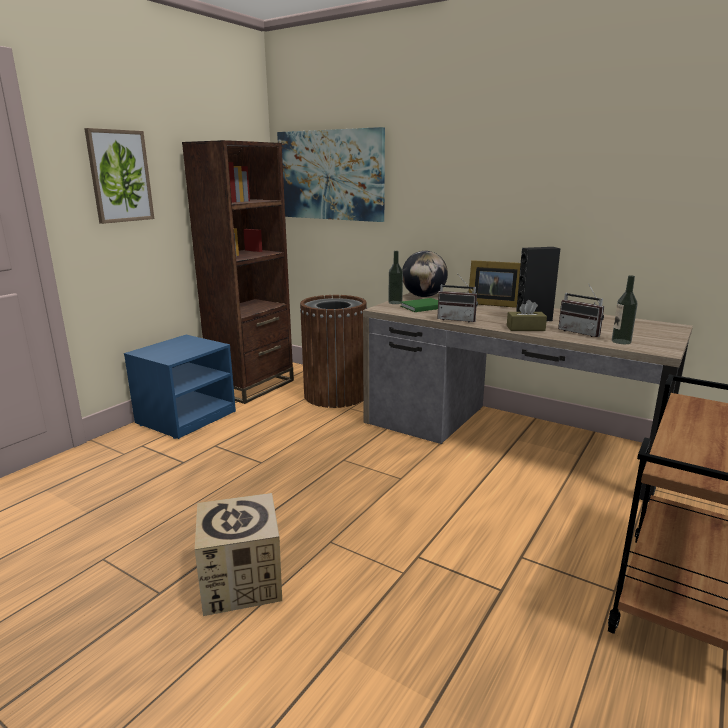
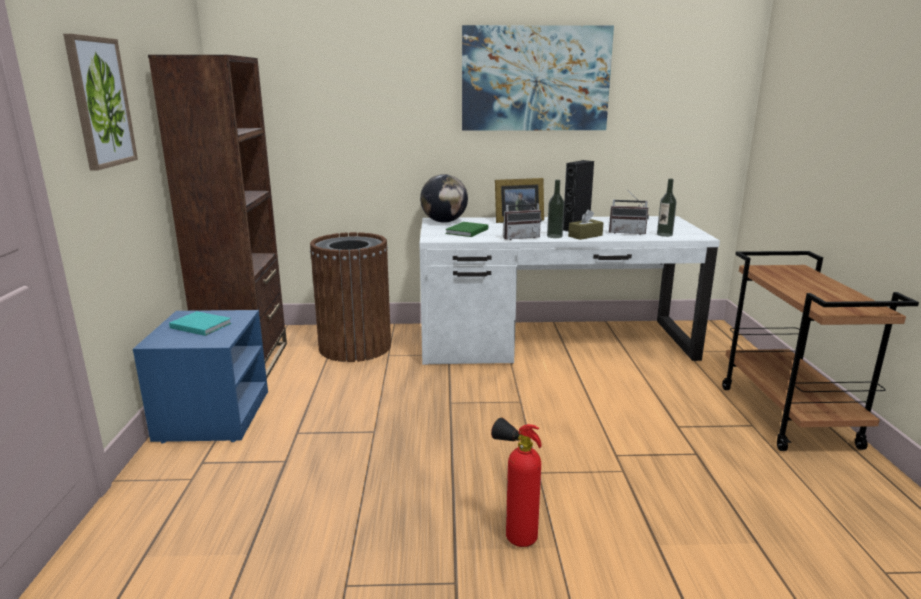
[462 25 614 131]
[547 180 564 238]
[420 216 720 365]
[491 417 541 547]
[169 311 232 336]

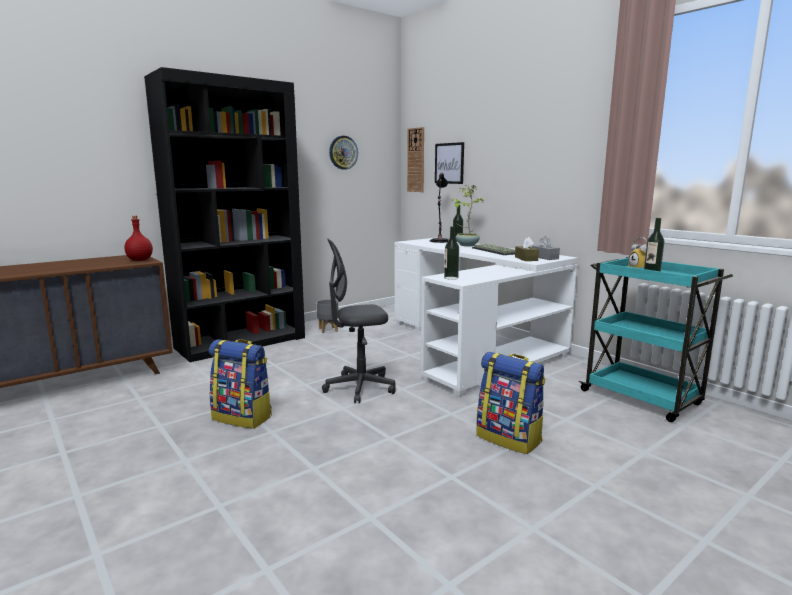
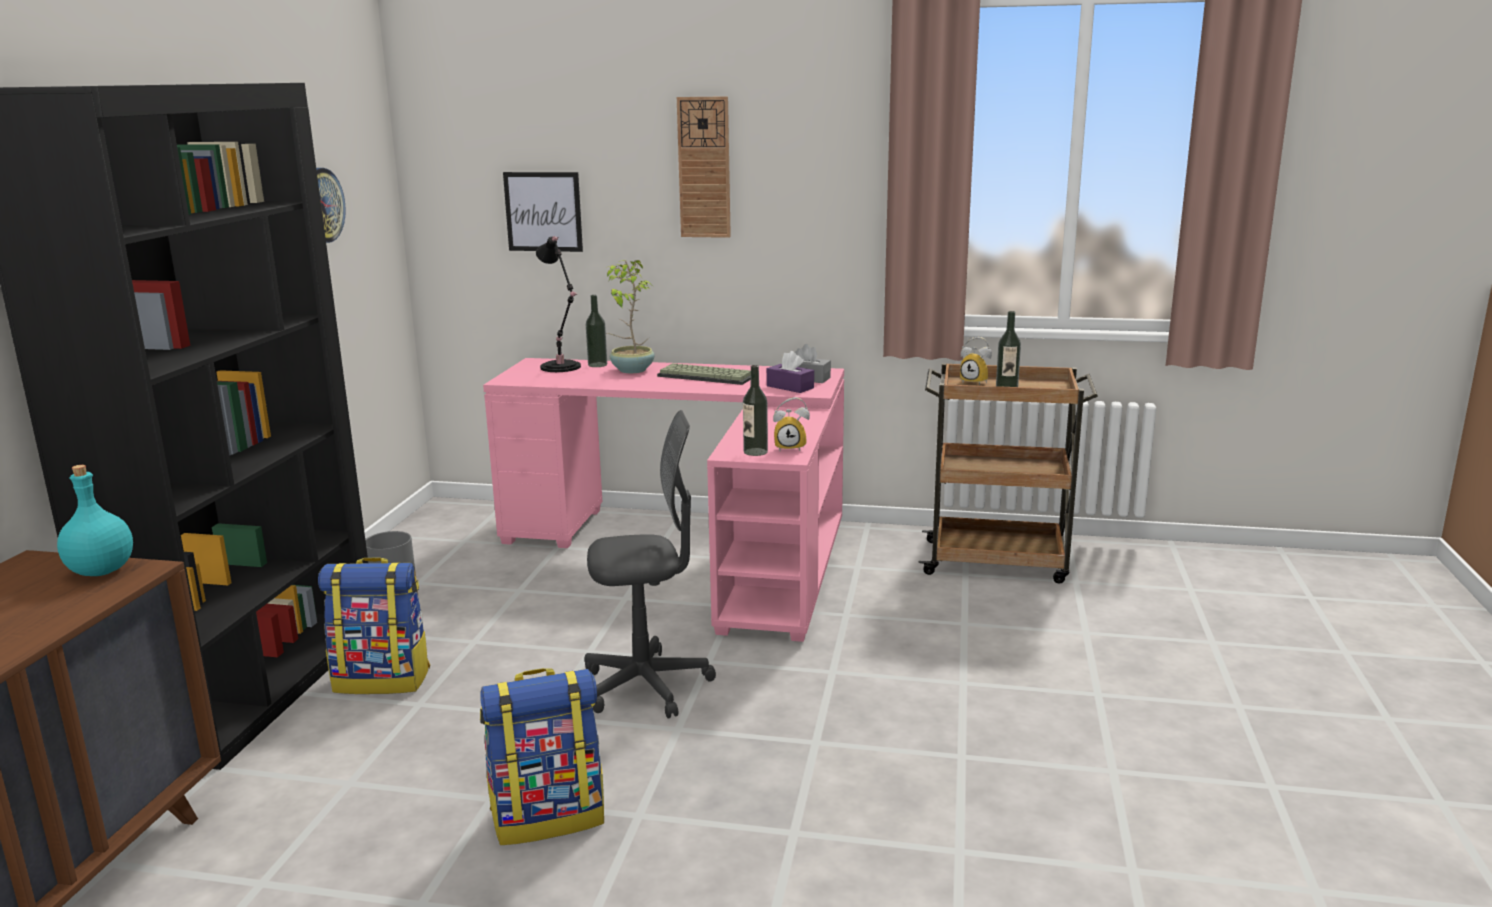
[677 96 731 238]
[57 465 133 576]
[767 351 814 393]
[584 410 716 719]
[483 358 844 642]
[918 363 1098 583]
[318 558 430 694]
[773 397 810 451]

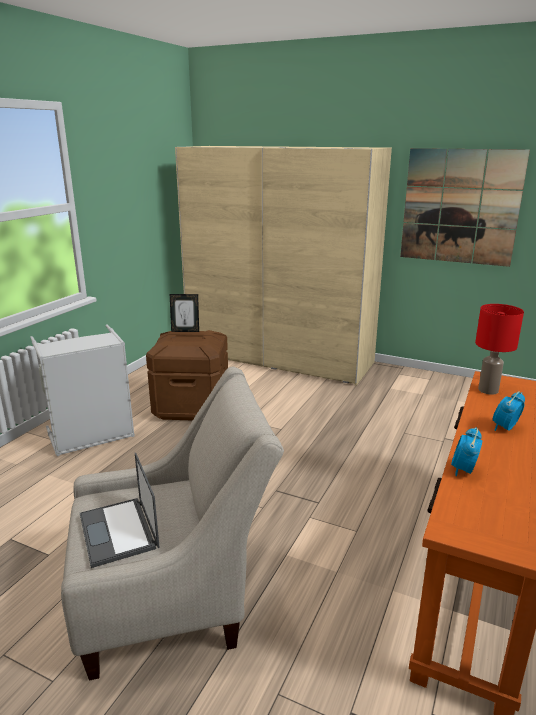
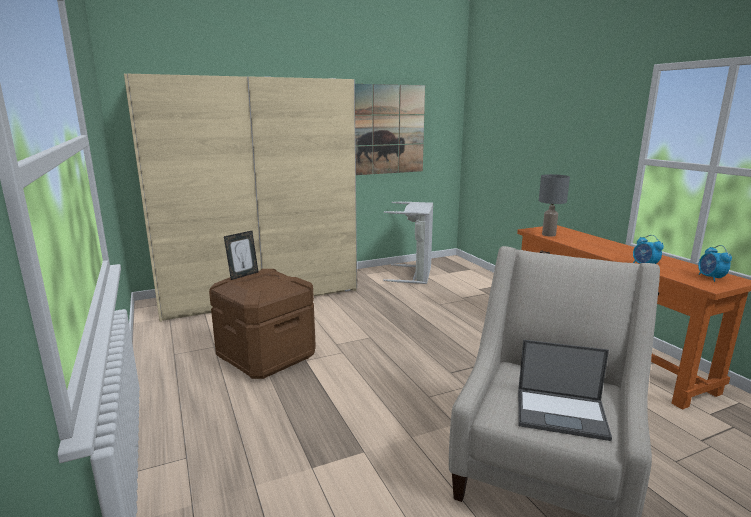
[539 174 570 236]
[383 201 433 284]
[698 245 732 282]

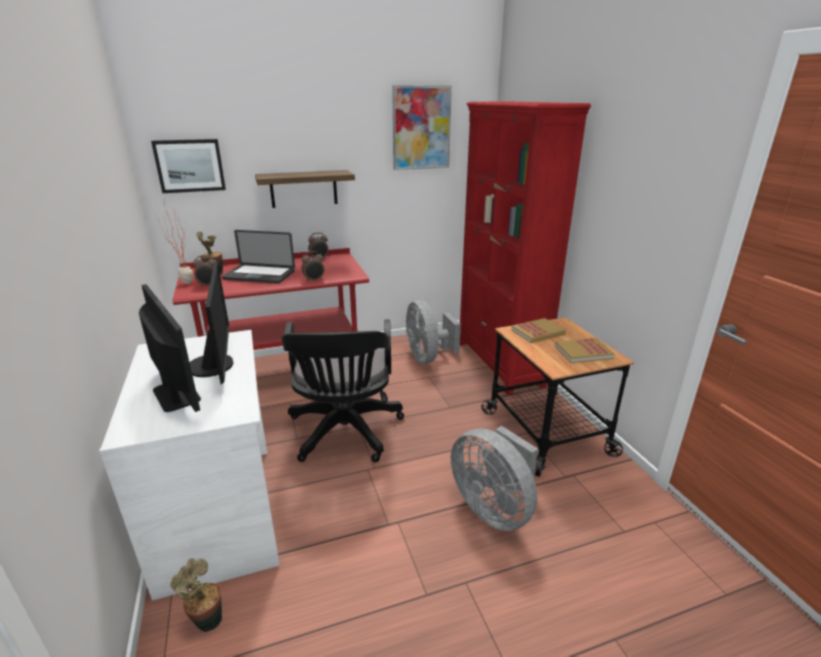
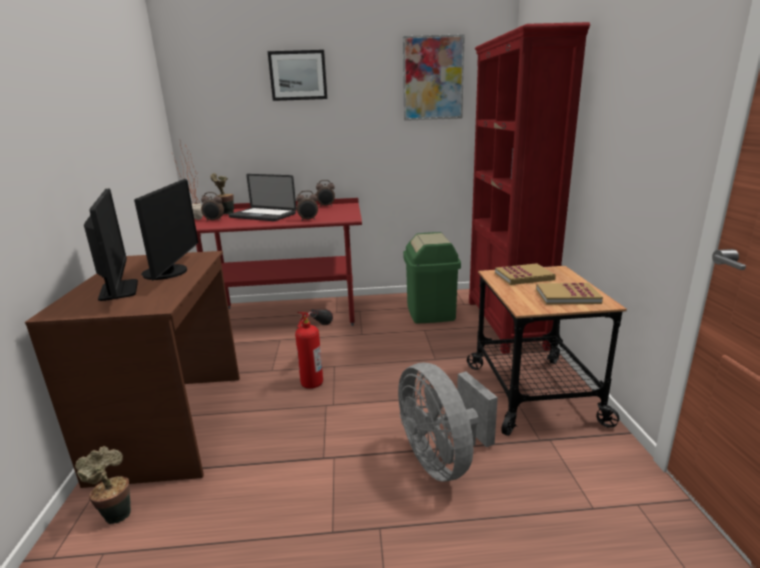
[268 50 327 101]
[255 170 355 208] (first image)
[403 232 461 323]
[295 309 333 389]
[25 251 240 488]

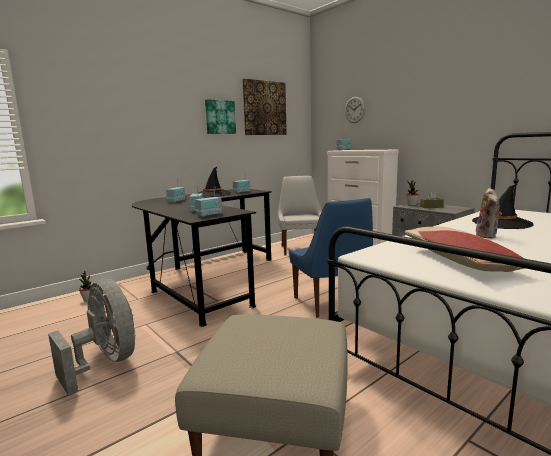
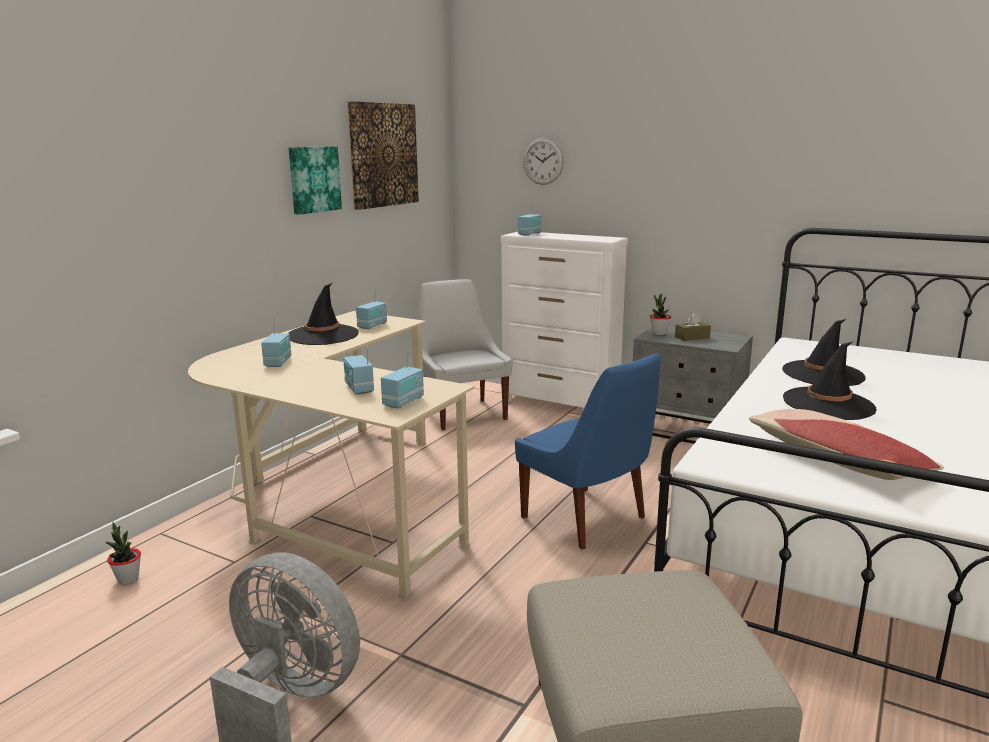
[783 342 876 420]
[188 311 475 599]

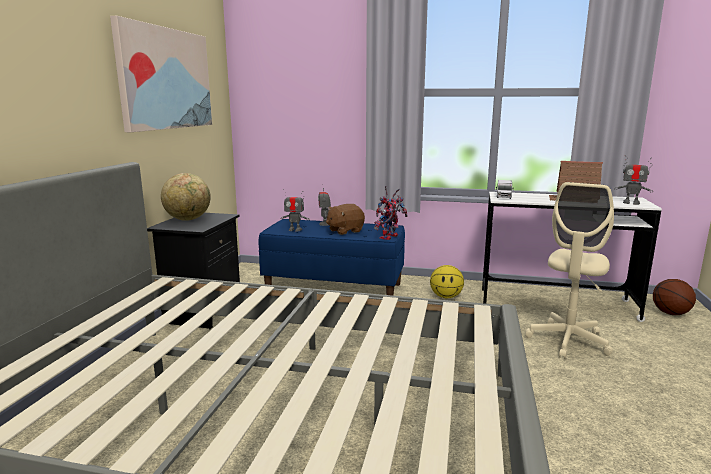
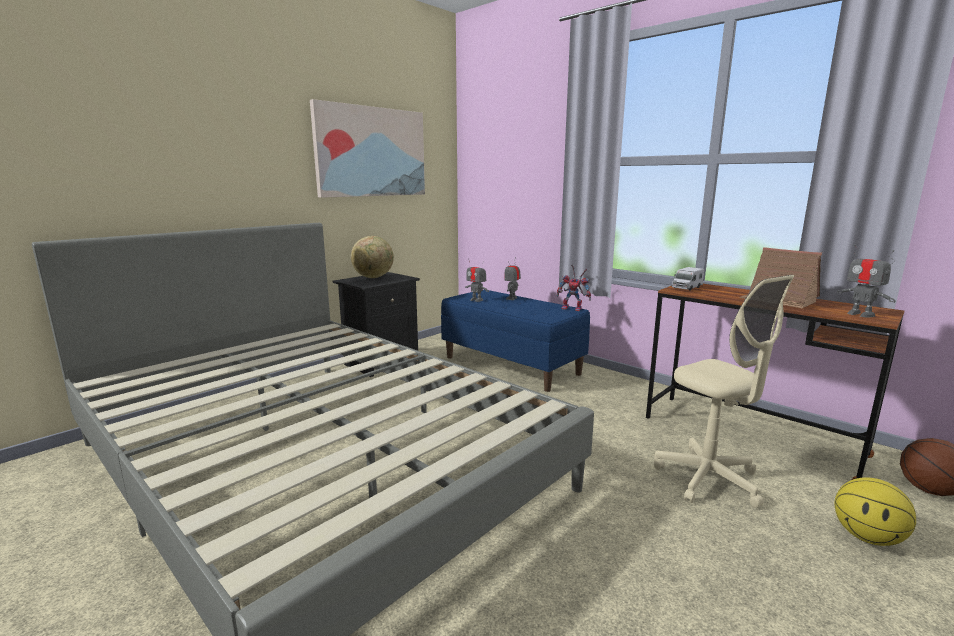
[654 275 794 508]
[646 284 904 480]
[374 195 401 240] (first image)
[326 204 365 235] (first image)
[835 477 916 546]

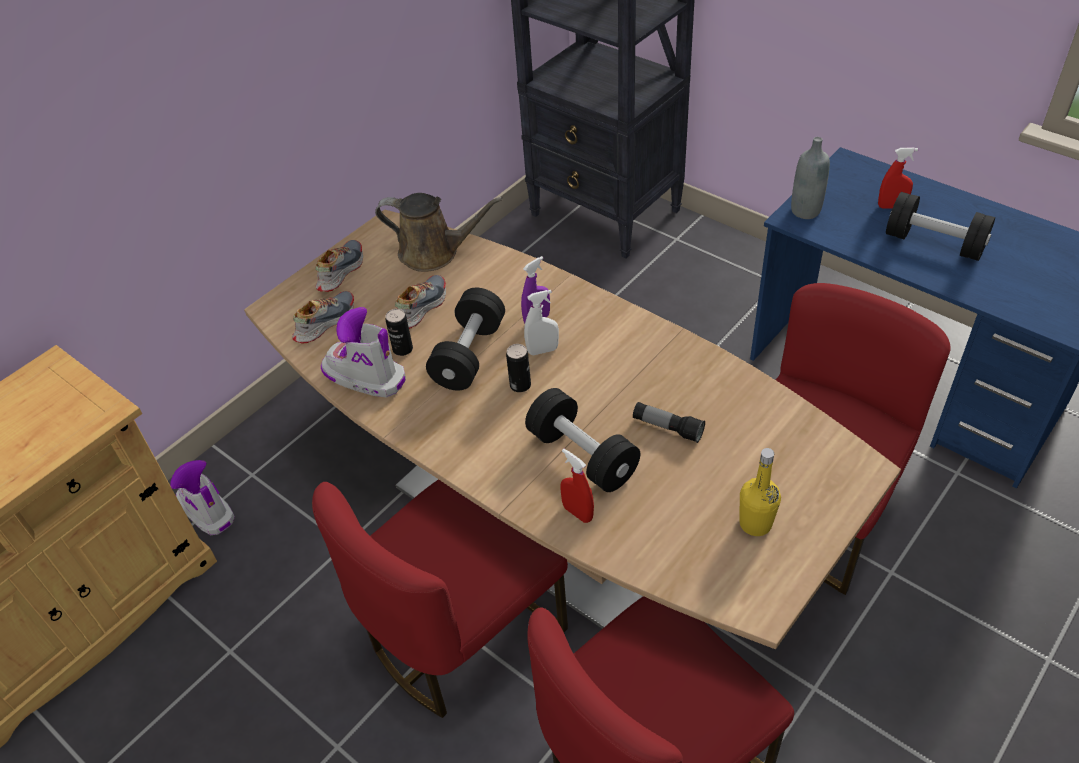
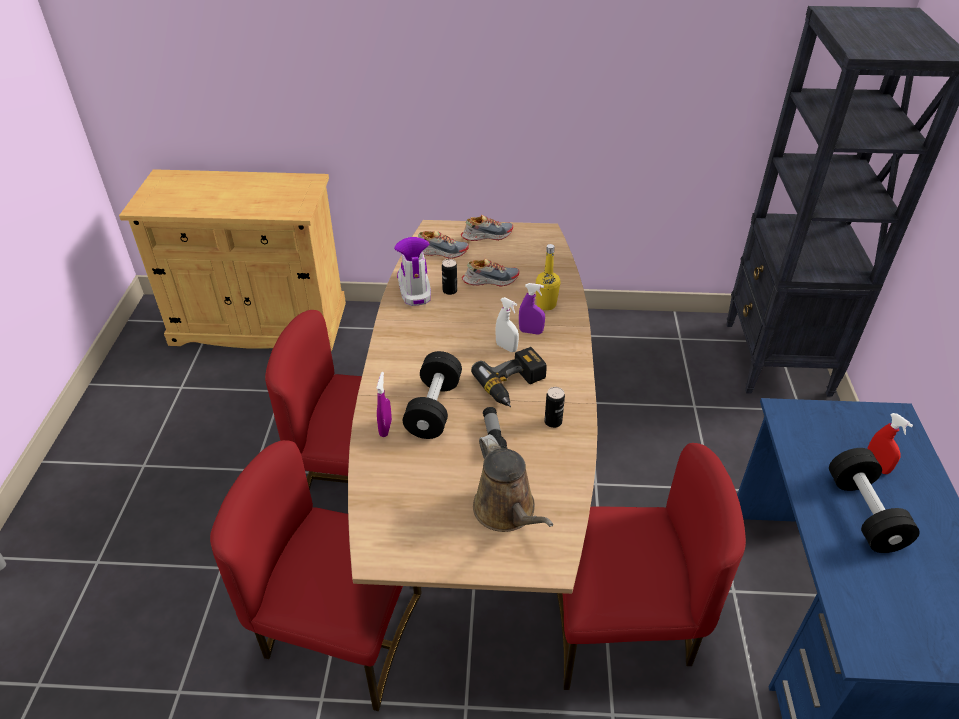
[791 137 830 219] (first image)
[473 434 553 532]
[426 288 505 390] (first image)
[544 387 565 428]
[536 244 561 310]
[376 372 392 437]
[170 460 235 535] (first image)
[471 347 547 407]

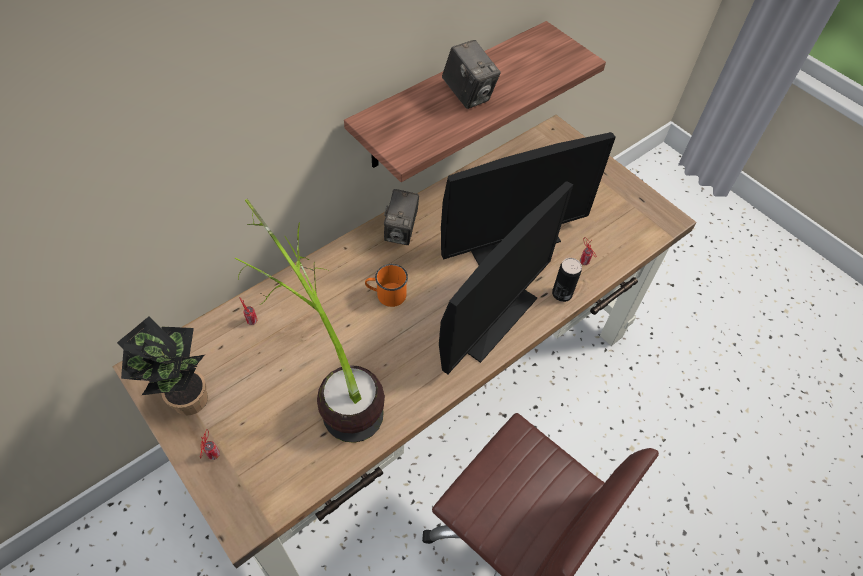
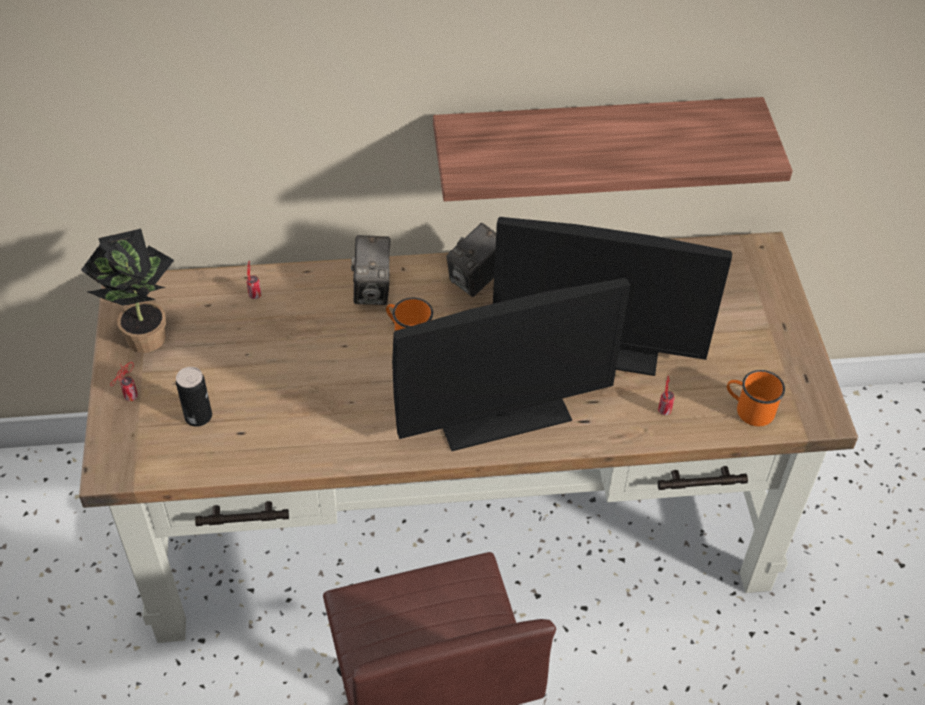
[351 235 390 305]
[235 199 385 443] (first image)
[176 367 212 427]
[727 370 785 426]

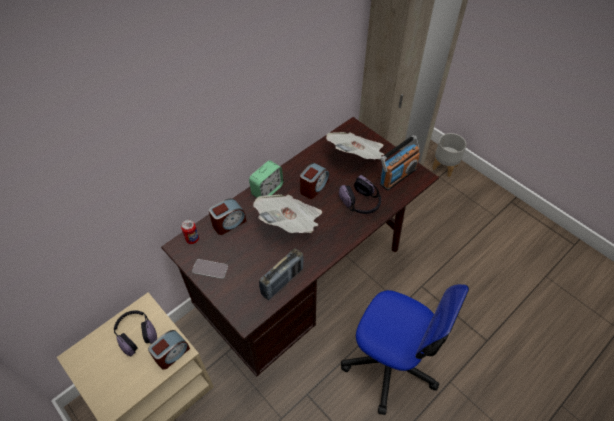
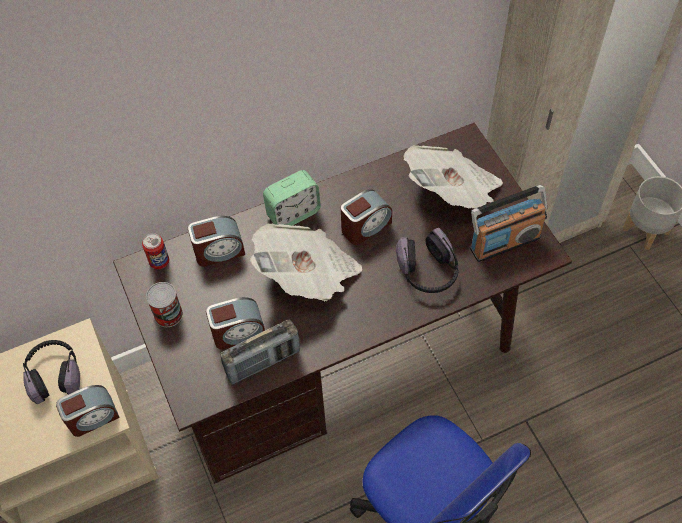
[146 282 183 327]
[206 297 265 350]

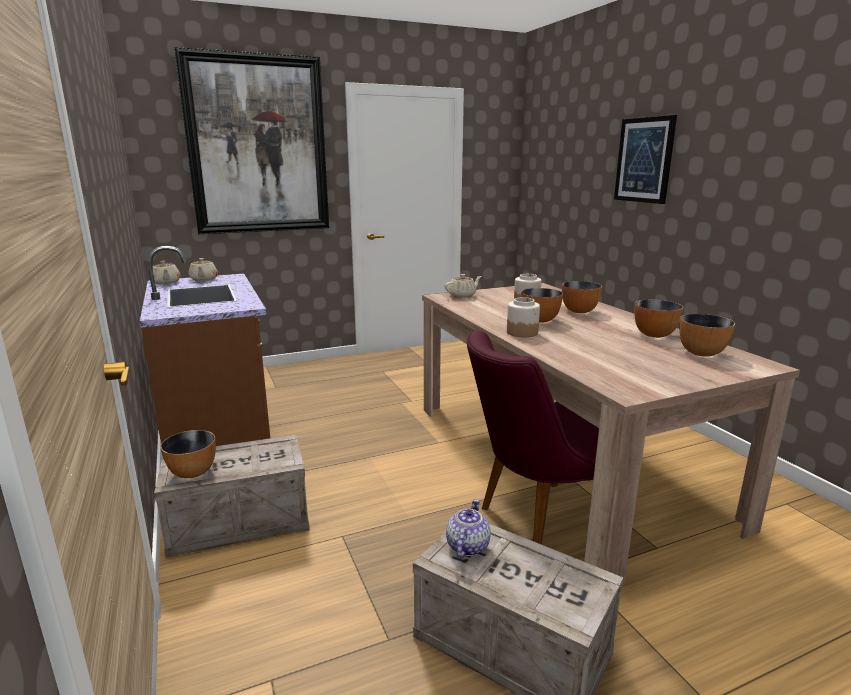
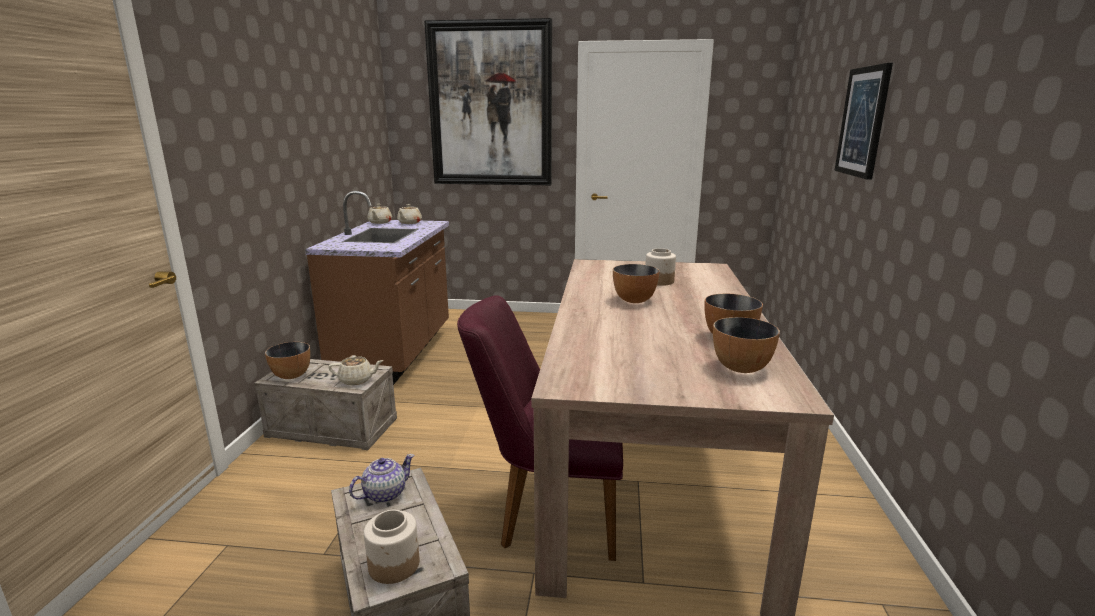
[328 355 383 385]
[562 281 602 313] (first image)
[364 510 420 584]

